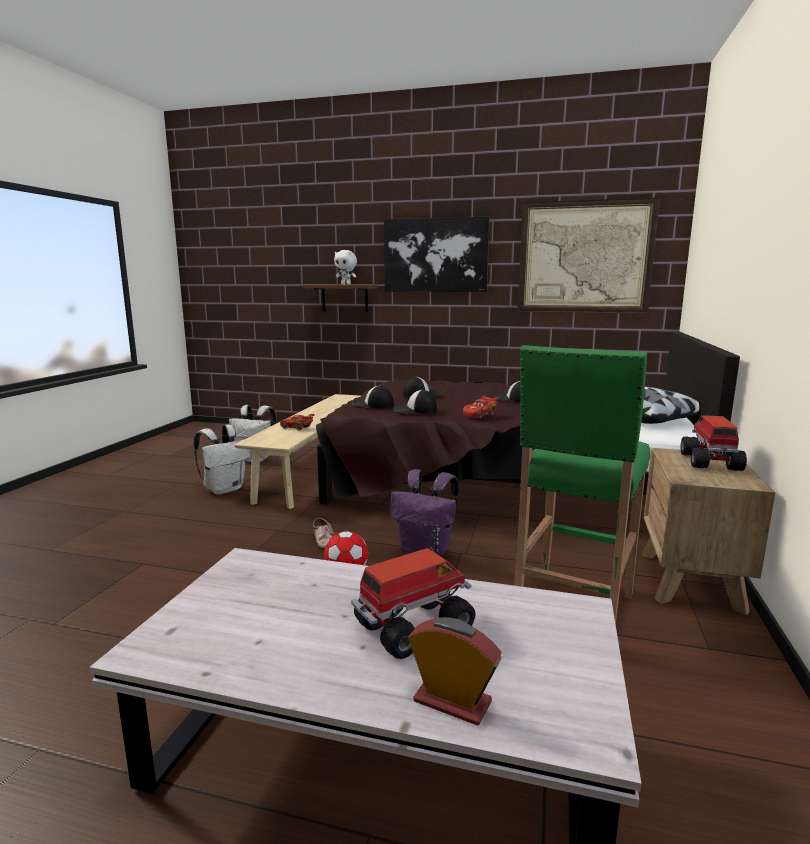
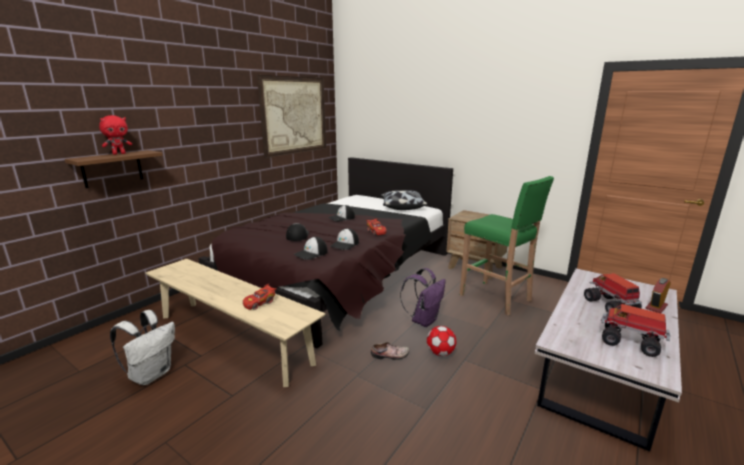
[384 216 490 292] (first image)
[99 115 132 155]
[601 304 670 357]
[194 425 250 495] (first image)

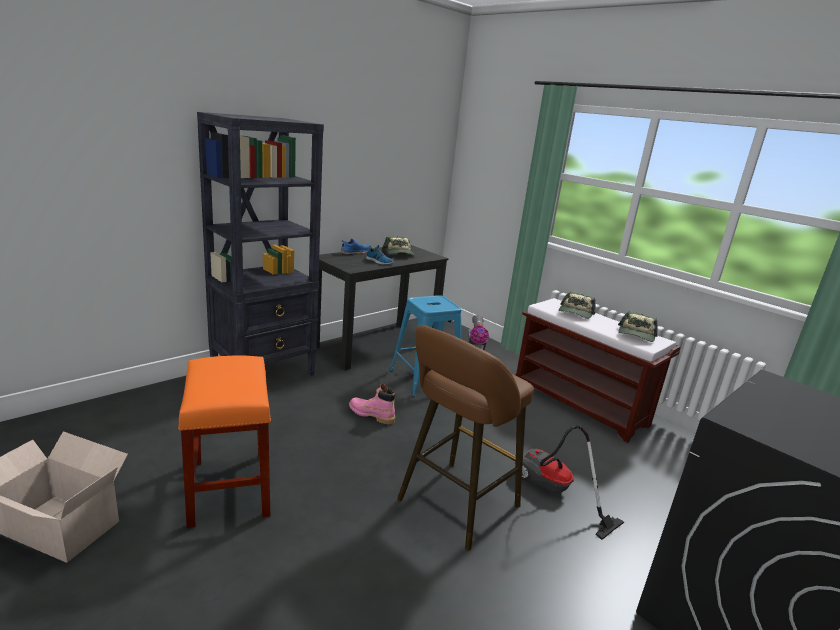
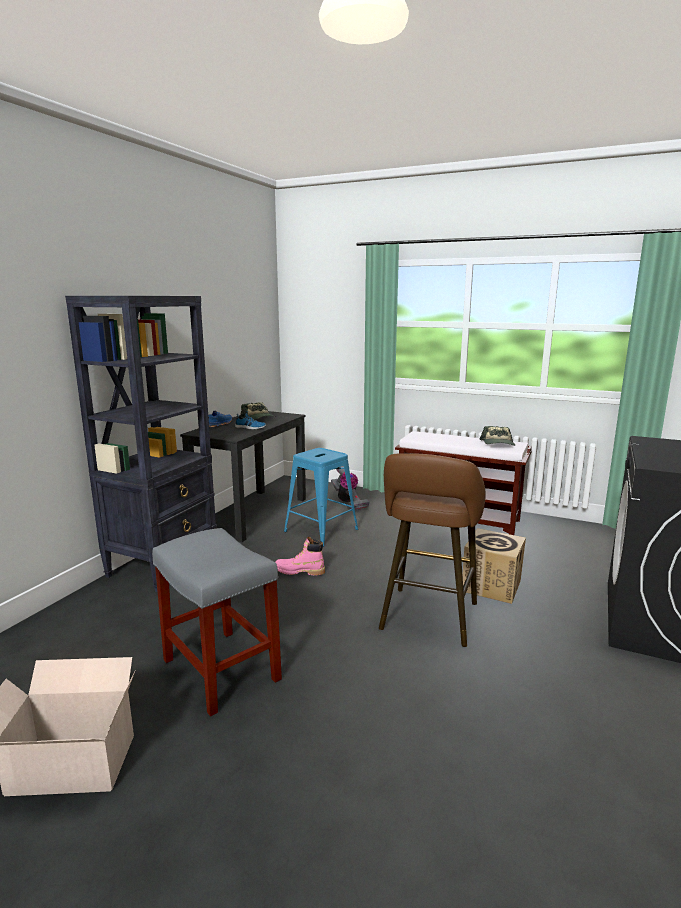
[559 292 595 319] (first image)
[152 528 282 717]
[462 528 526 604]

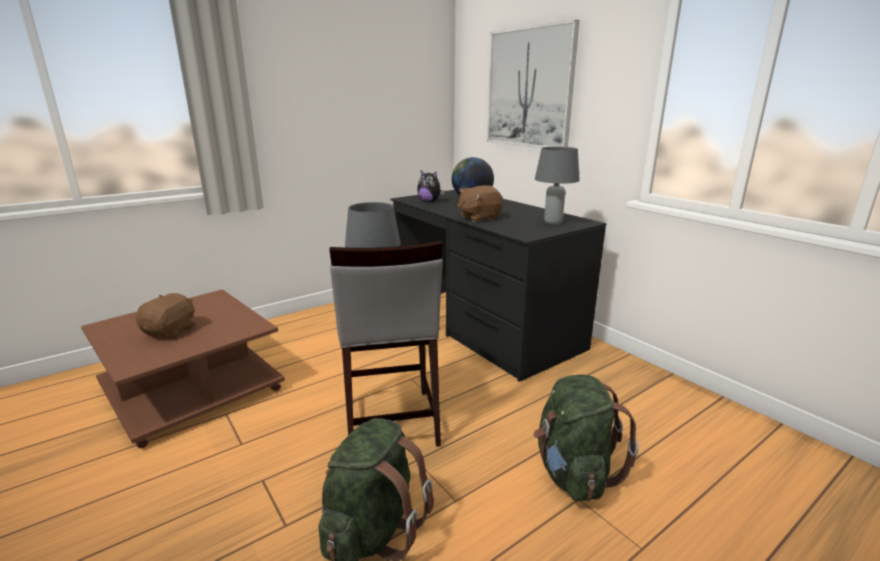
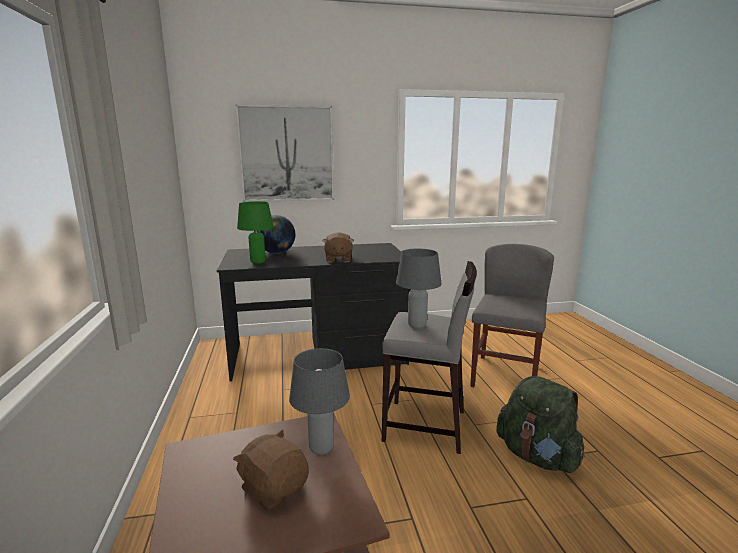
[289 348 350 455]
[237 201 274 264]
[470 244 554 387]

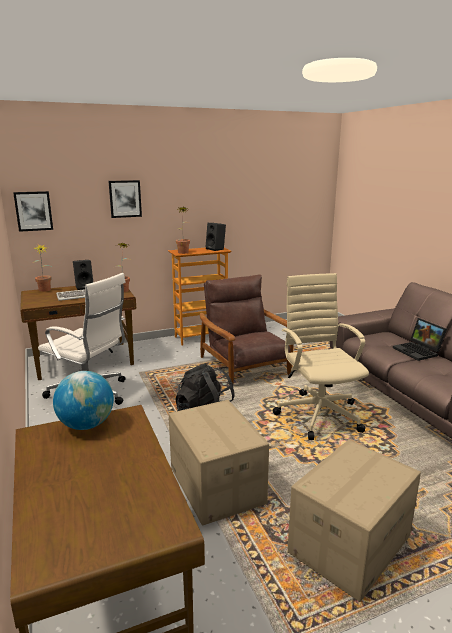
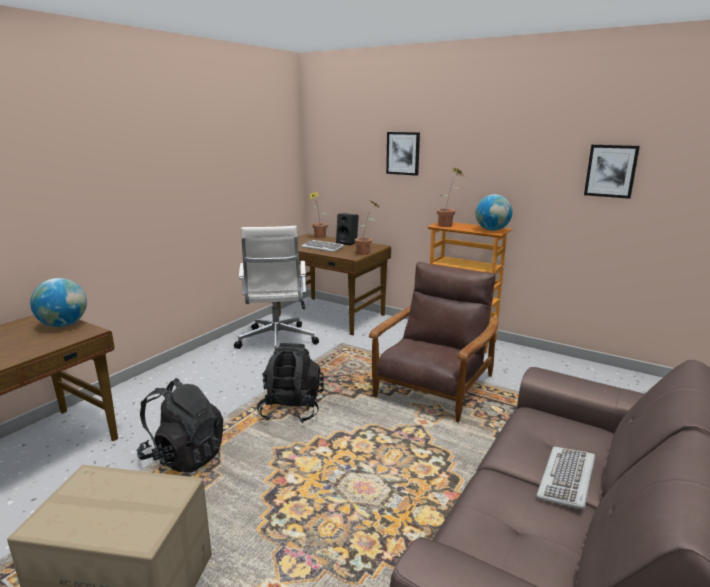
[584 145 640 199]
[476 194 512 231]
[273 273 369 440] (first image)
[536 446 595 510]
[137 378 223 473]

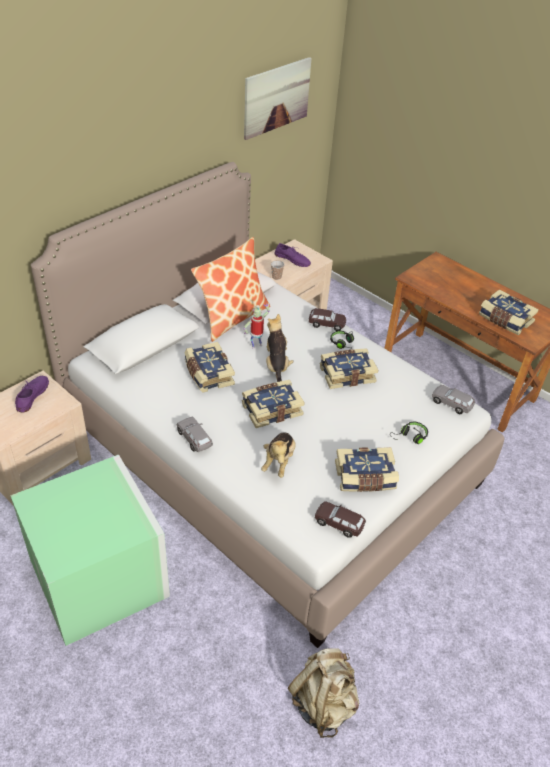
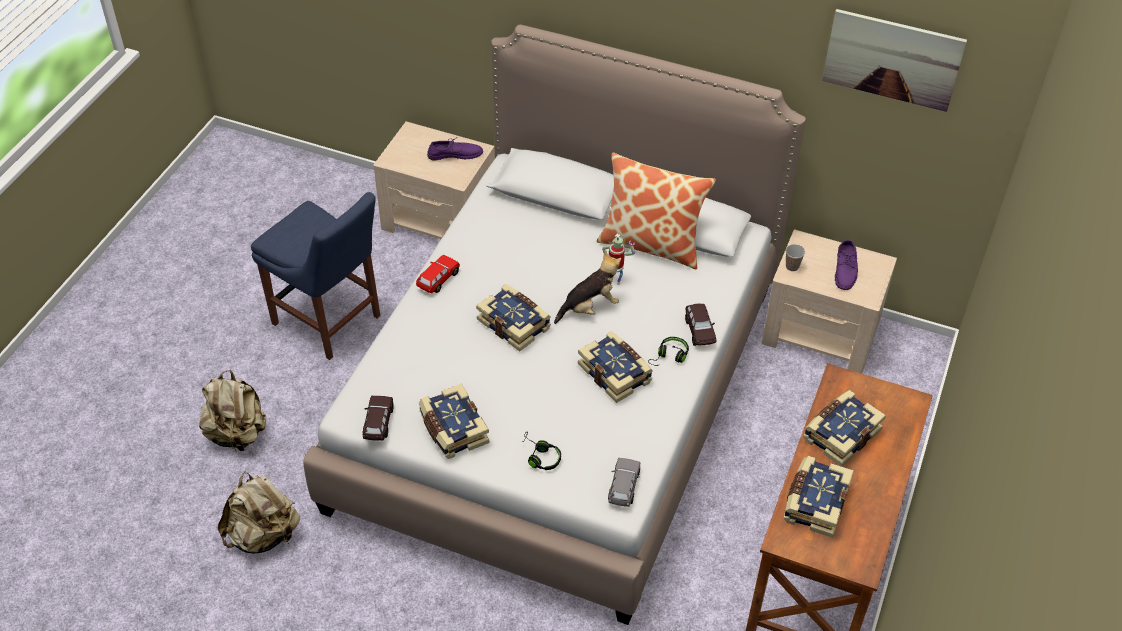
[803 390 886 467]
[416 255 460 293]
[261 433 296 477] (first image)
[251 192 381 360]
[199 370 266 454]

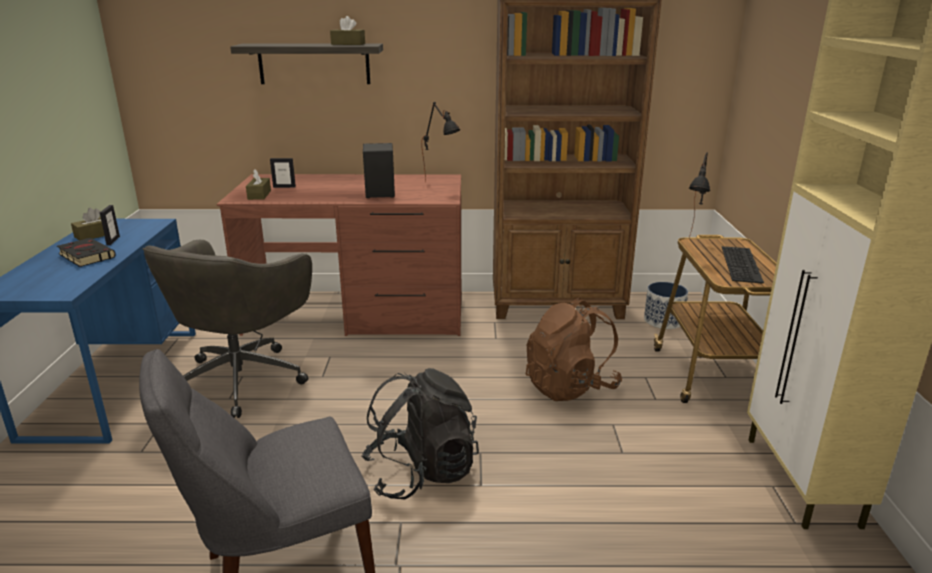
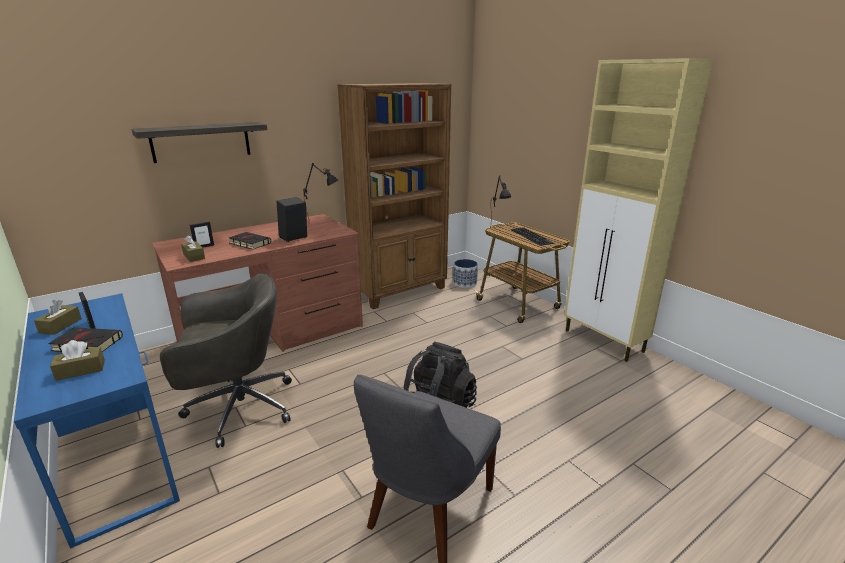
[50 340 105 381]
[160 274 292 448]
[526 297 622 401] (first image)
[229 232 271 250]

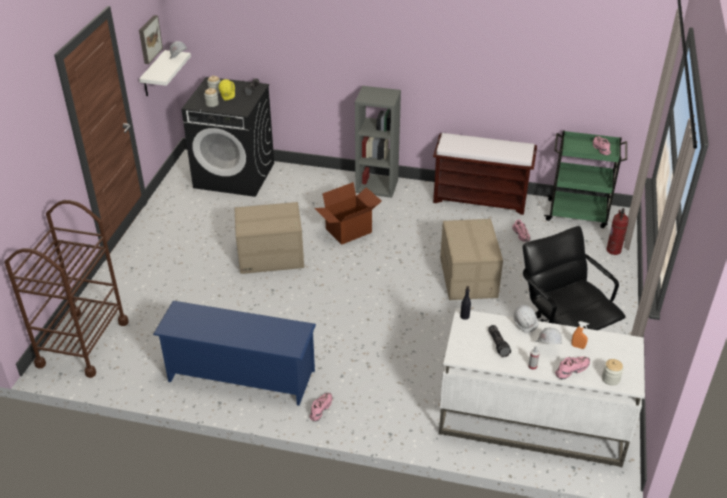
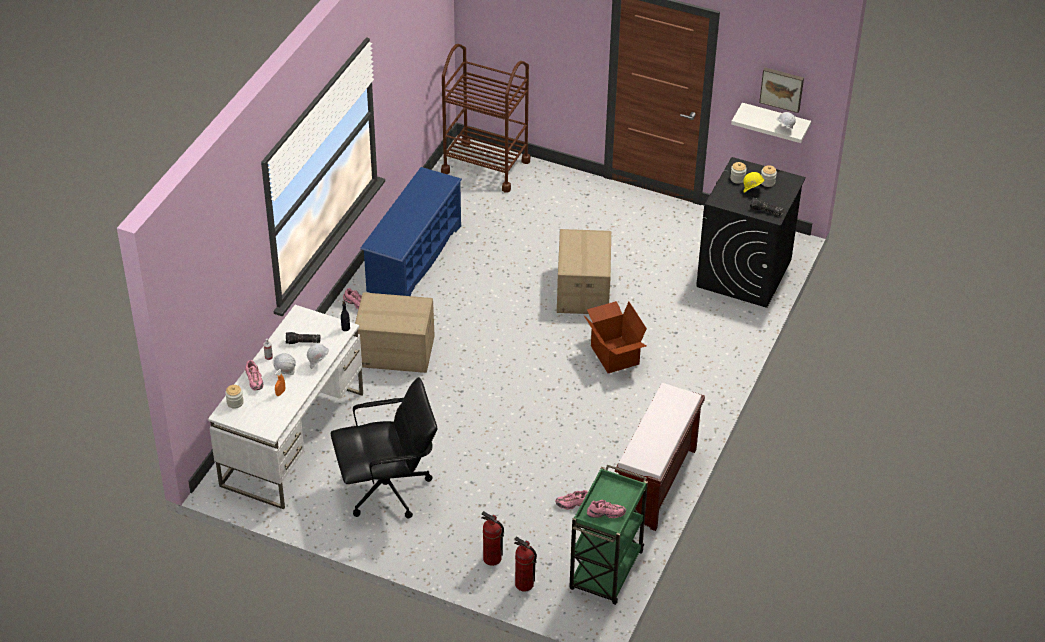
[355 86 401 198] (first image)
[355 292 435 373]
[482 511 504 566]

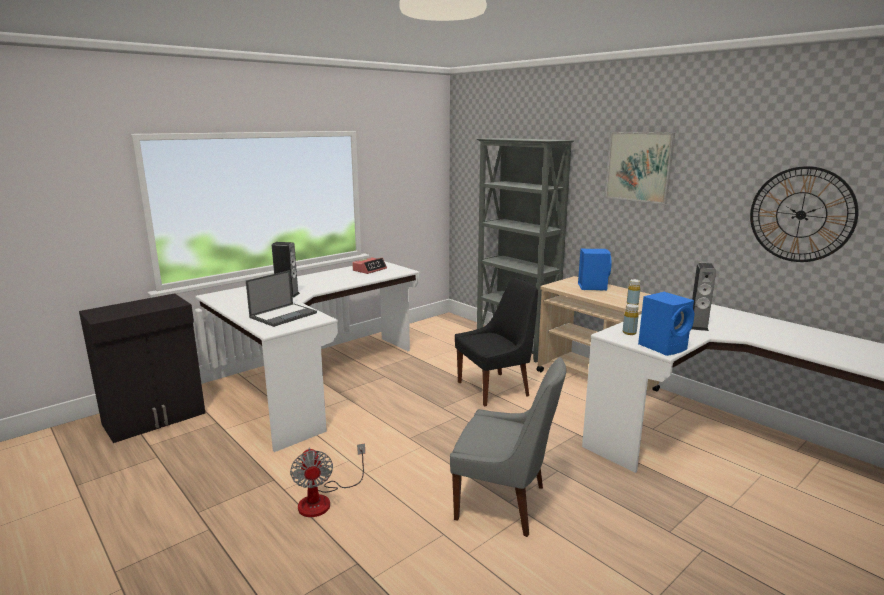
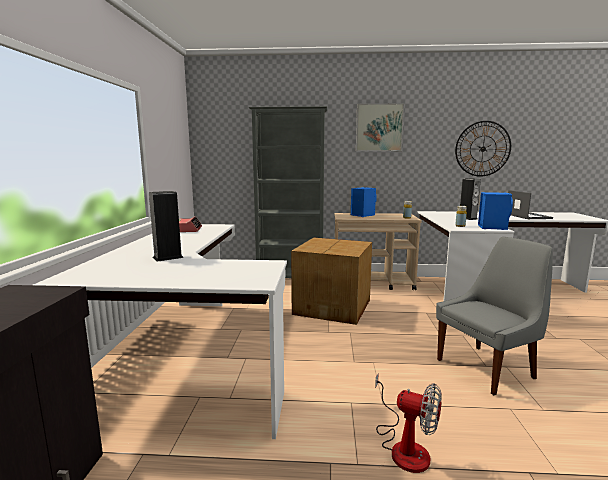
[508 190 553 219]
[291 238 372 325]

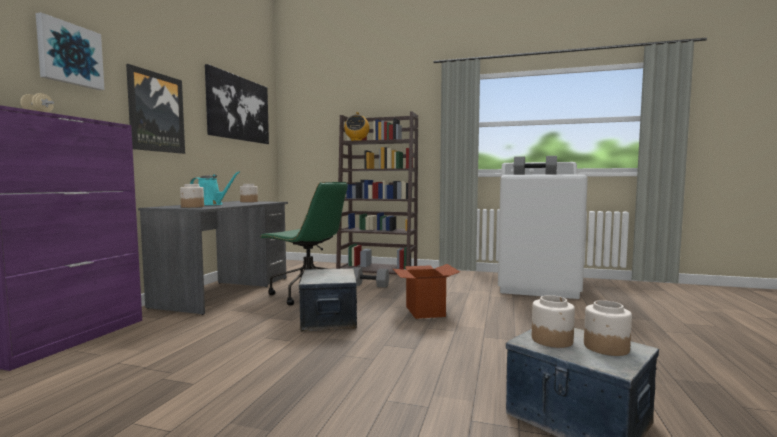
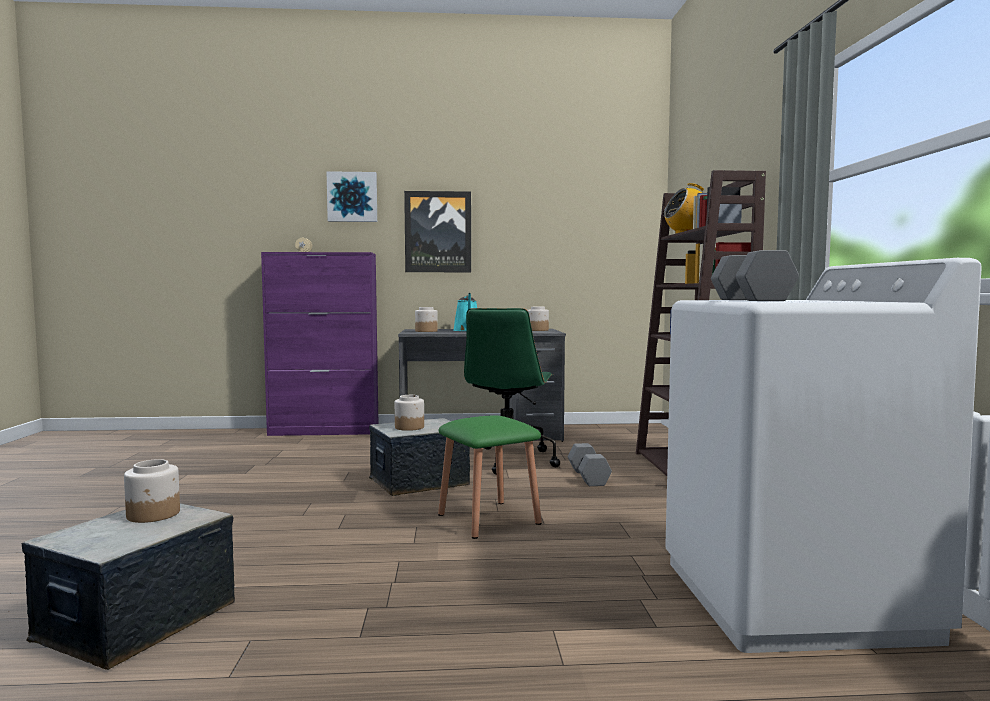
[205 64 269 144] (first image)
[438 415 542 539]
[395 395 424 431]

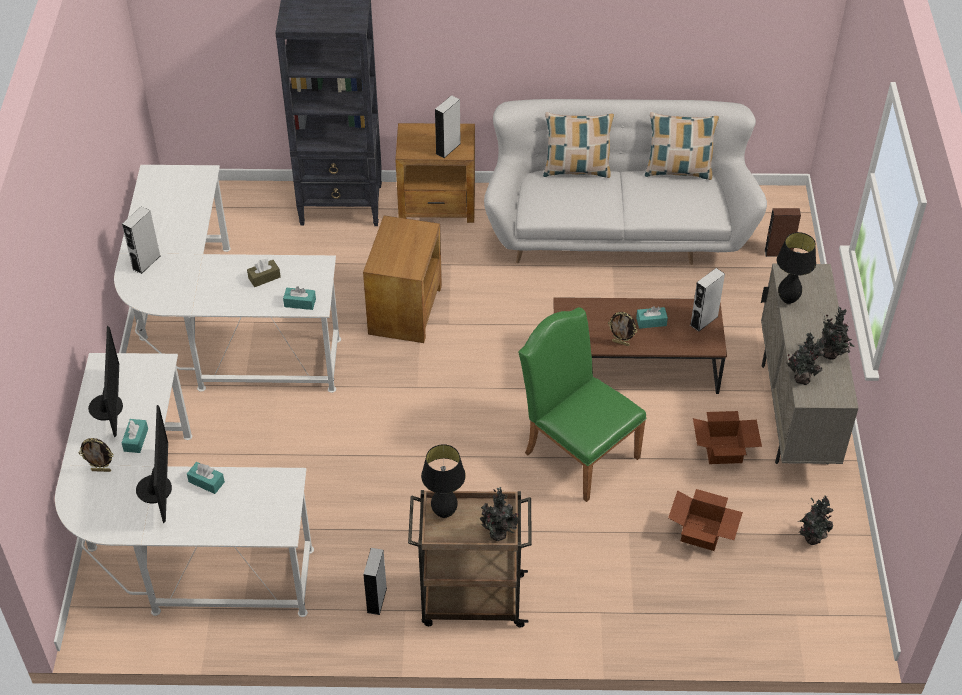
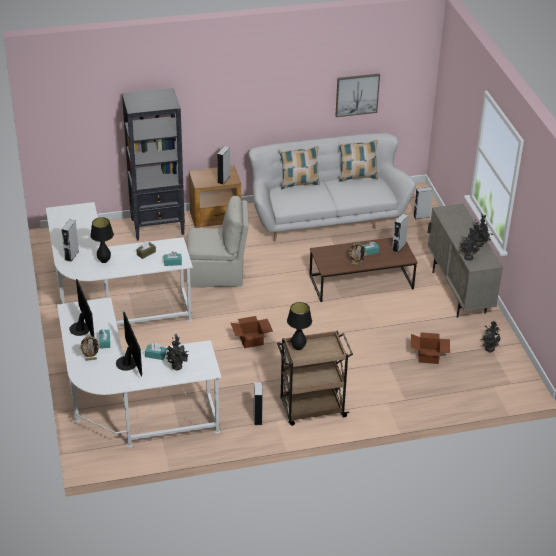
[414 187 433 220]
[187 196 249 287]
[90 217 114 263]
[518 307 647 502] (first image)
[231 316 273 348]
[166 334 188 370]
[335 74 380 117]

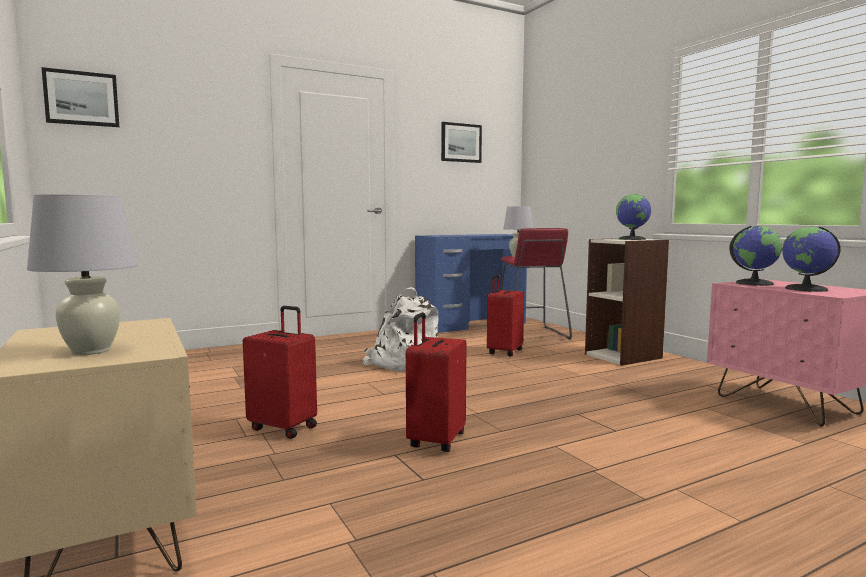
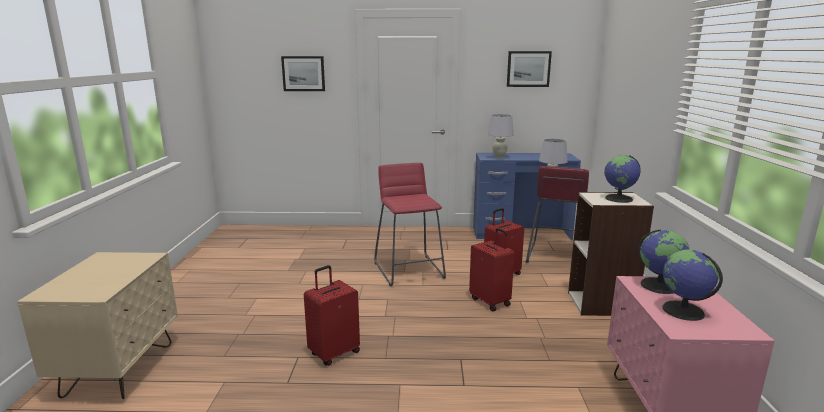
[281 56 325 91]
[488 114 514 159]
[374 163 446 286]
[469 228 514 311]

